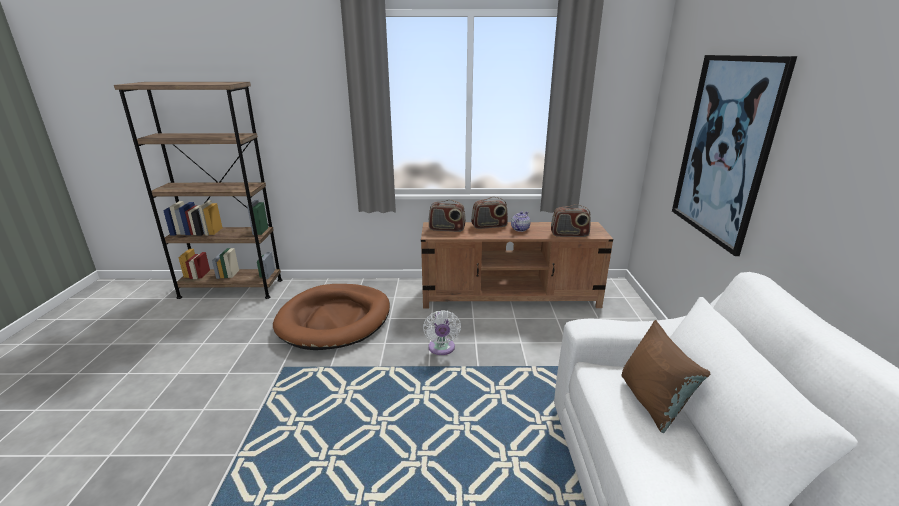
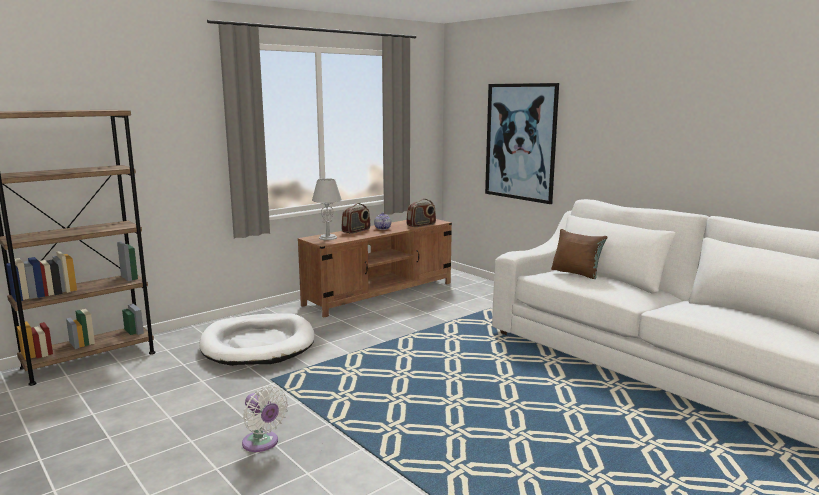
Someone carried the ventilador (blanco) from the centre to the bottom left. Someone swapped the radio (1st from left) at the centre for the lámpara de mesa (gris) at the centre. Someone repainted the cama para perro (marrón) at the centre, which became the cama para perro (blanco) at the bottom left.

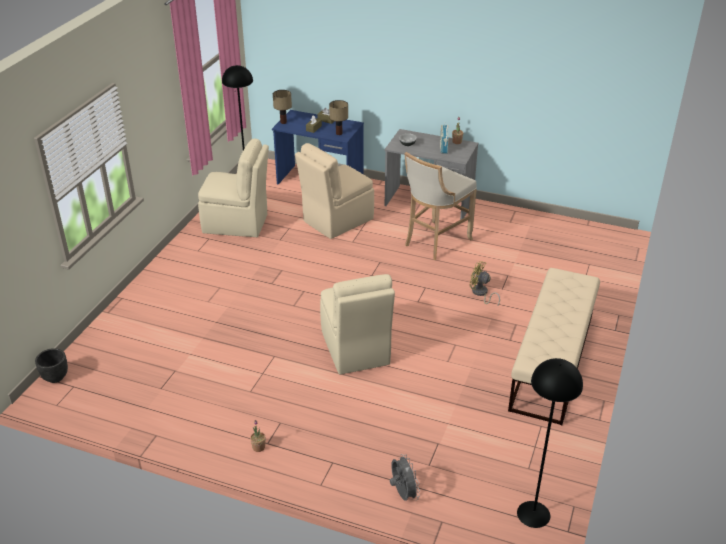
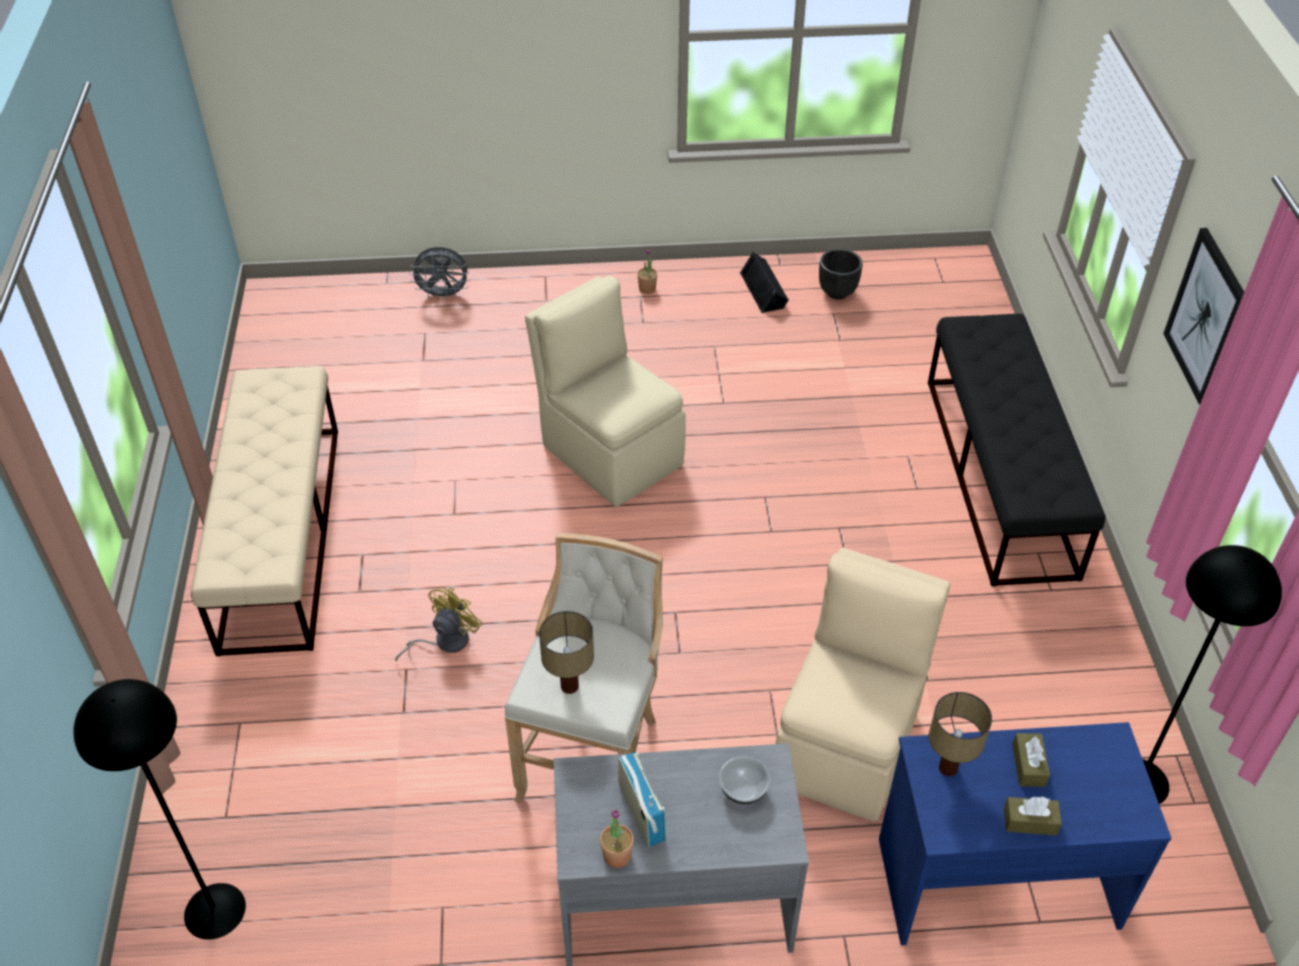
Someone took away the silla (beis) (1st from left) at the middle left. Someone put down the altavoz (negro) at the top centre. Someone put down the banco (negro) at the middle right. Someone put up the cuadro at the top right. Someone carried the maceta (negro) from the bottom left to the top centre. Someone carried the lámpara de mesa (1st from left) from the top centre to the bottom centre. Someone carried the lámpara de pie (negro) (2nd from left in the first image) from the bottom right to the bottom left. Someone rotated the ventilador (gris) at the bottom centre by 45 degrees counterclockwise. Someone rotated the ventilador (amarillo) at the middle right by 60 degrees counterclockwise.

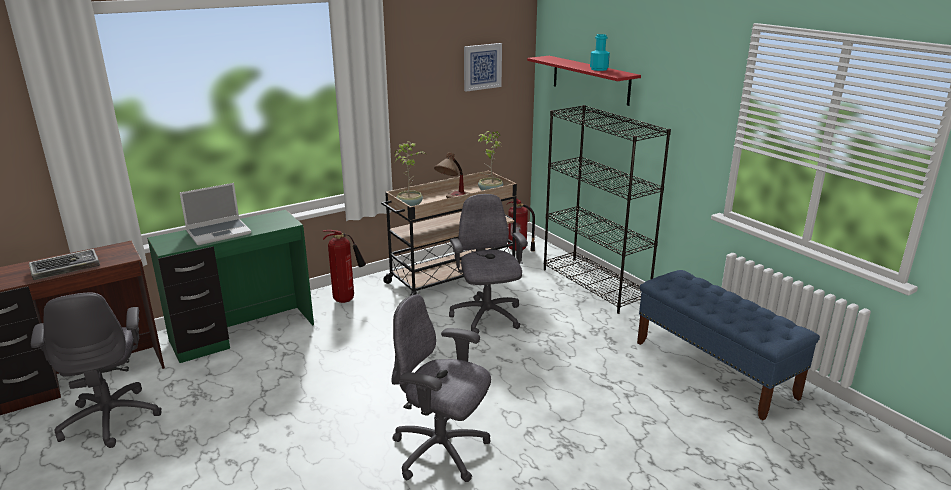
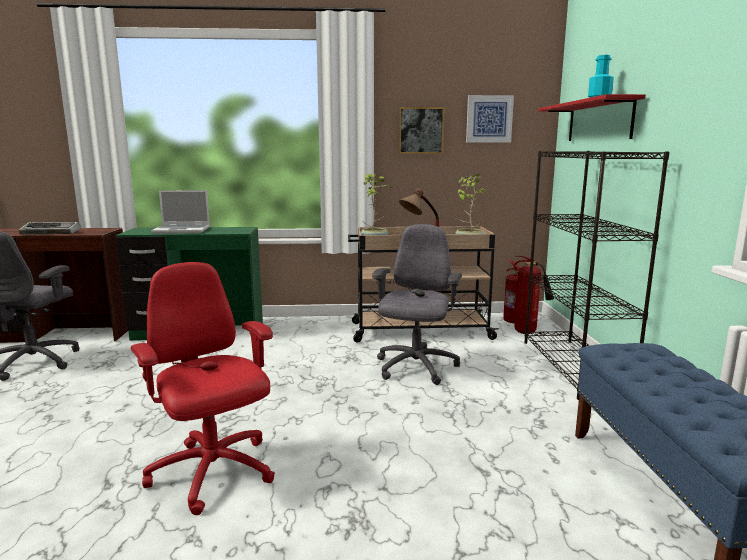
Someone put up the cuadro (1st from left) at the top centre. Someone carried the extintor (1st from left in the first image) from the centre to the middle right. Someone repainted the silla de oficina (gris) (2nd from left) at the bottom centre, which became the silla de oficina (rojo) at the bottom left.

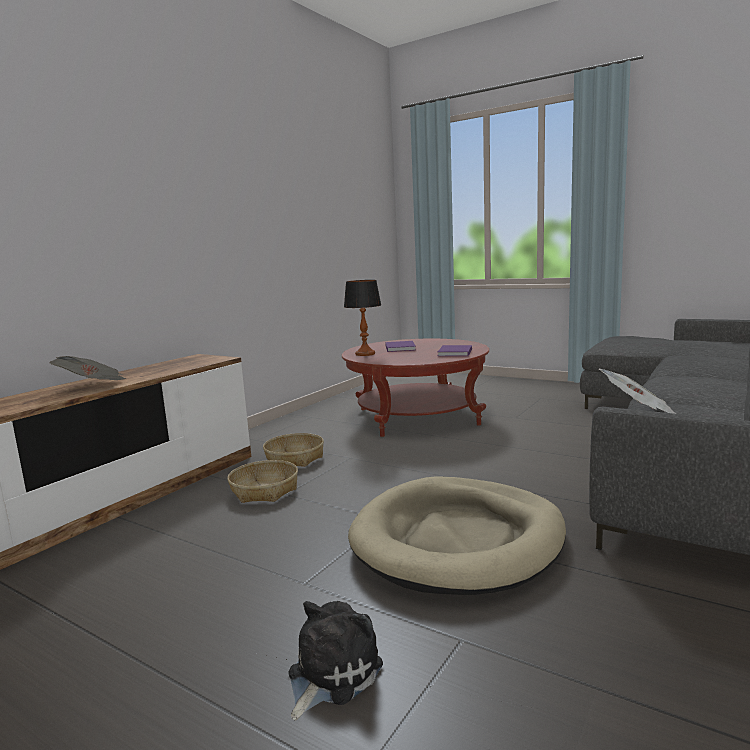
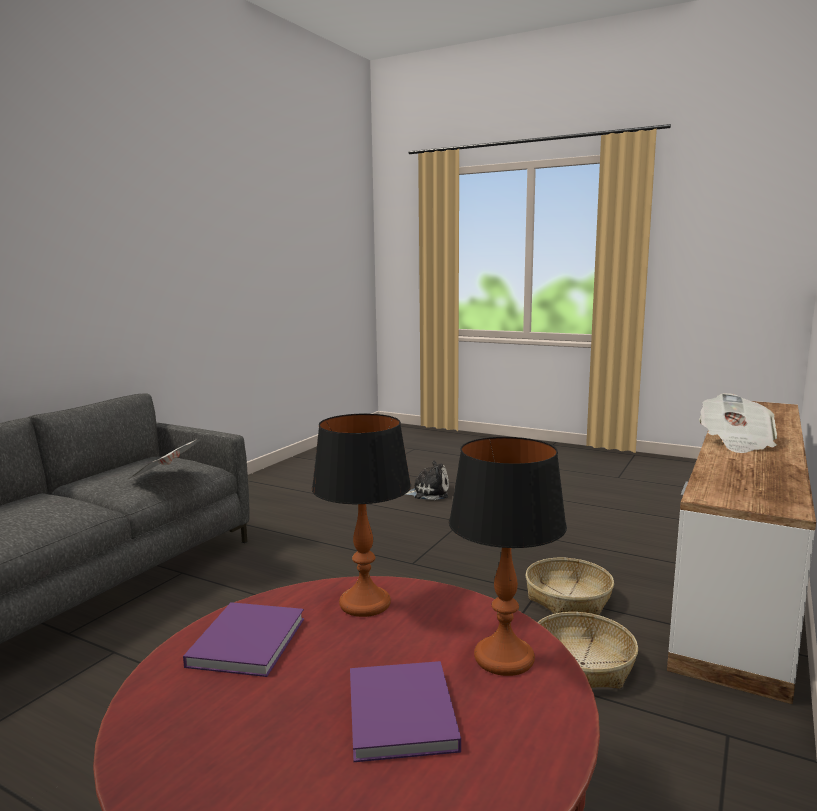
Someone took away the cama para perro (beis) at the bottom centre. Someone put down the lámpara de mesa (1st from left) at the centre. Someone rotated the peluche at the bottom centre by 120 degrees counterclockwise.

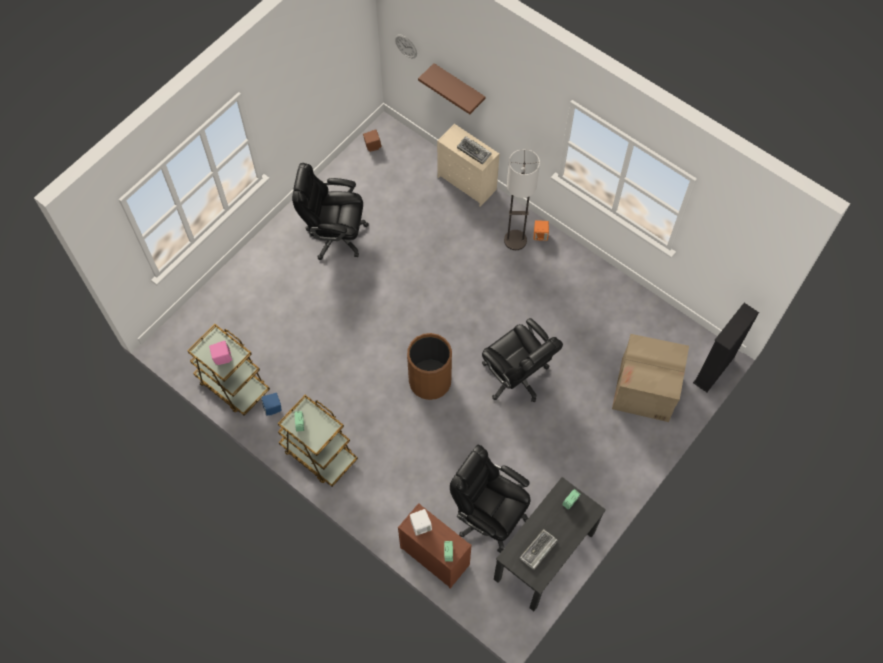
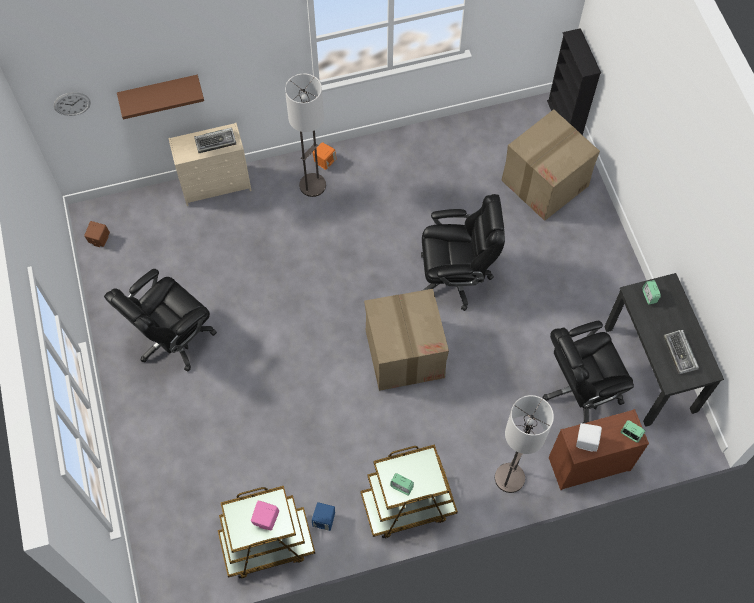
Someone put down the lámpara de pie (2nd from left) at the bottom right. Someone swapped the papelera (marrón) at the centre for the caja de cartón (1st from left) at the centre.

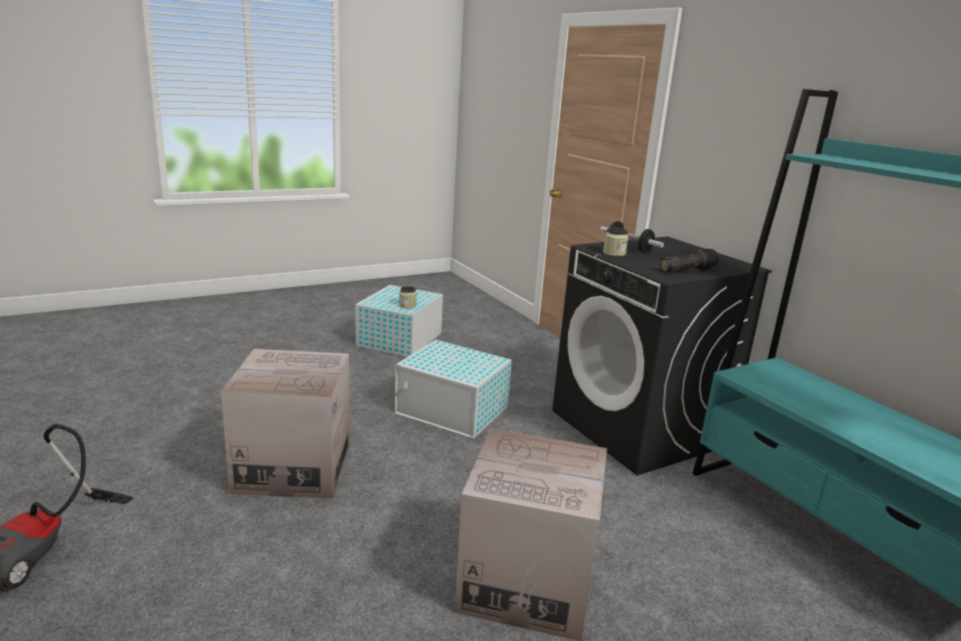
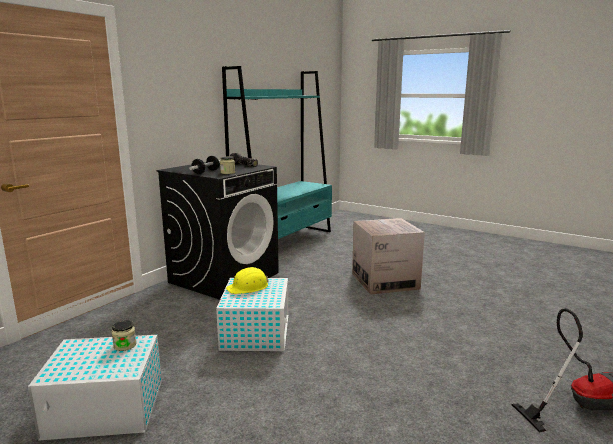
Someone took away the caja de cartón (1st from left) at the middle left. Someone put down the casco (amarillo) at the centre.

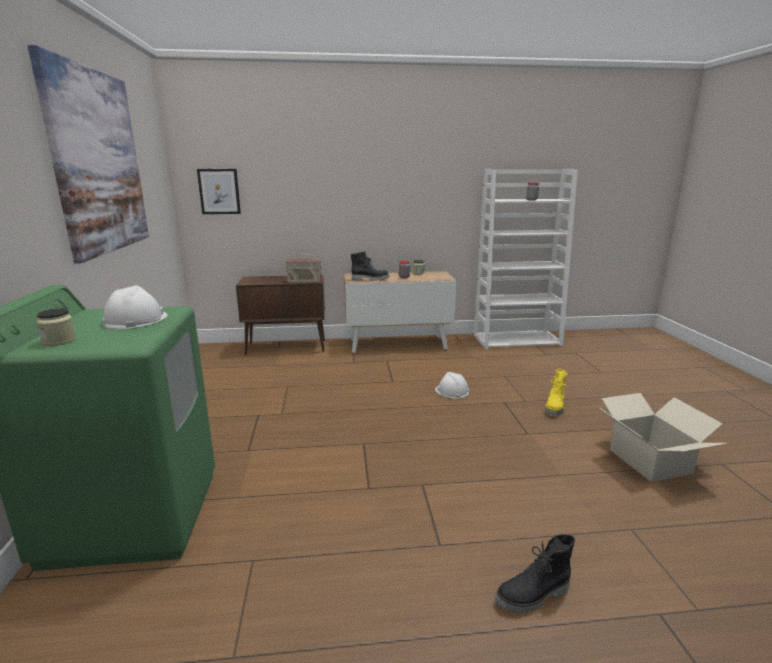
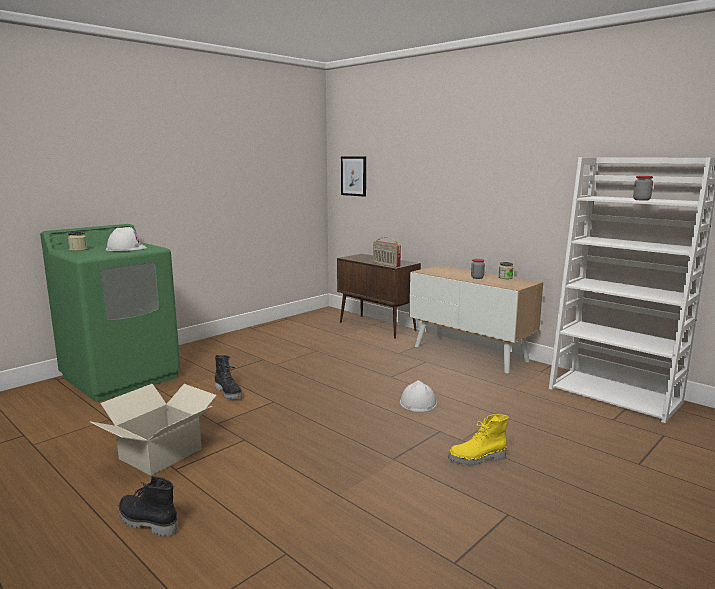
Someone took away the cuadro (1st from left) at the top left. Someone carried the bota (negro) (1st from left in the first image) from the centre to the middle left. Someone carried the caja de cartón from the middle right to the bottom left.

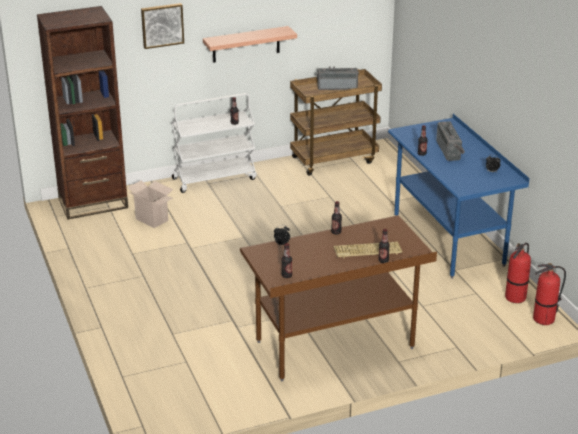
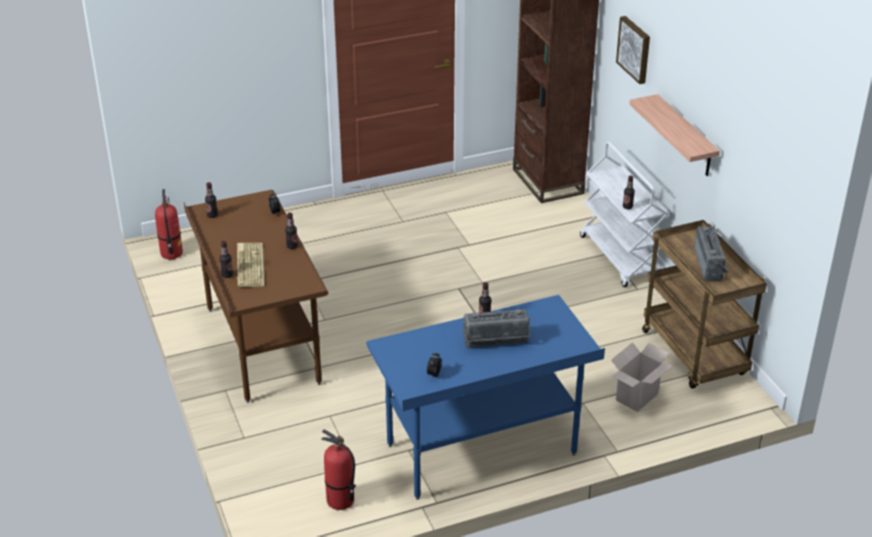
Someone carried the caja de cartón from the middle left to the bottom right. Someone carried the extintor (2nd from left in the first image) from the bottom right to the middle left.

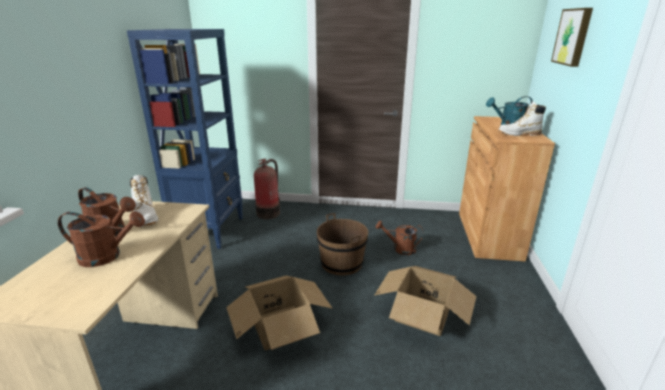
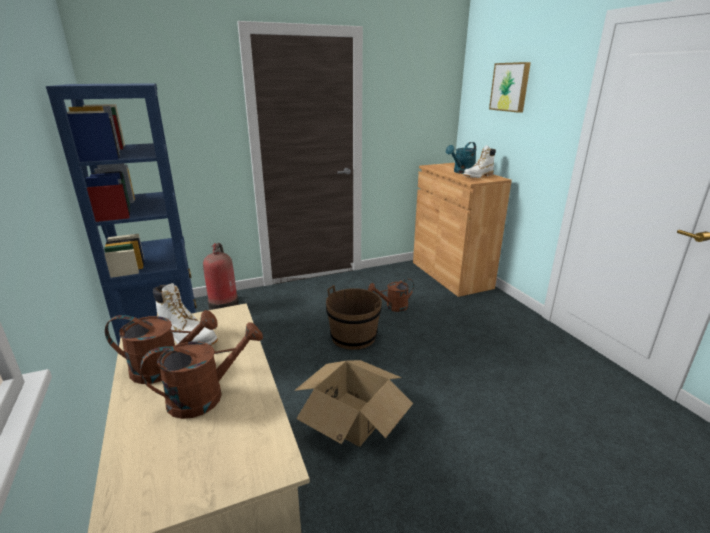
Someone took away the caja de cartón (2nd from left) at the bottom centre.

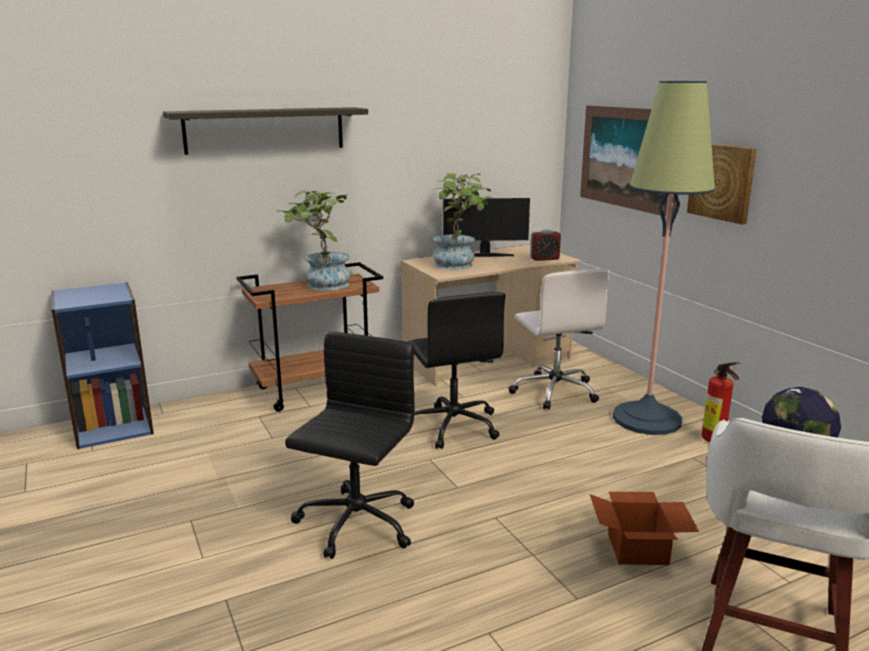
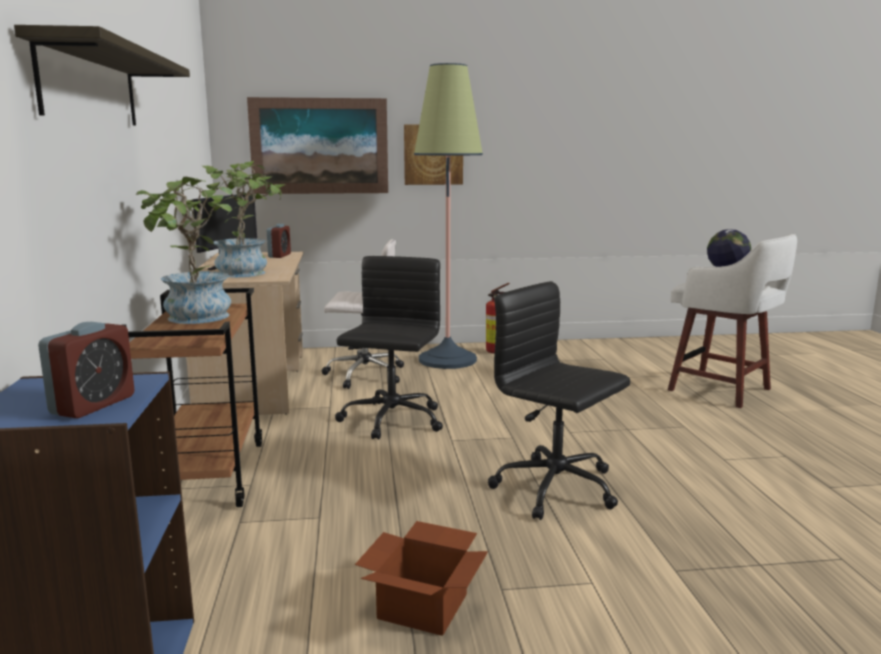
Someone put down the despertador (1st from left) at the middle left. Someone carried the caja de cartón from the bottom right to the bottom centre. Someone rotated the silla de oficina (negro) (2nd from left in the first image) at the centre by 75 degrees counterclockwise.

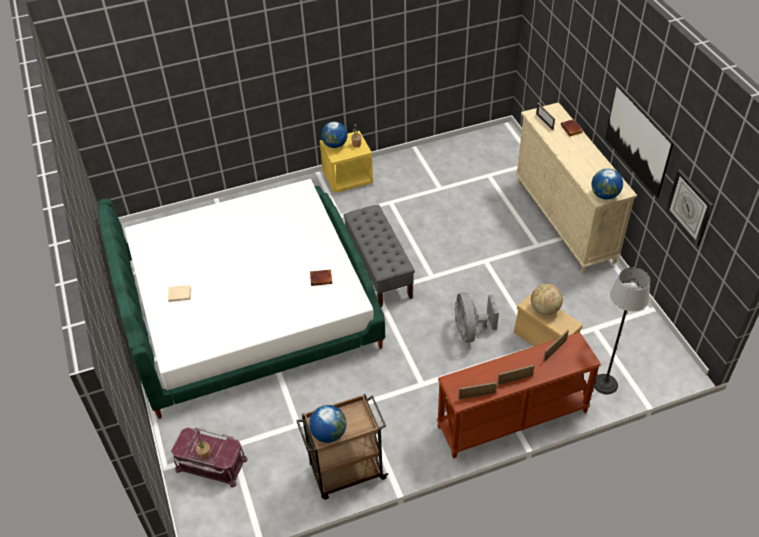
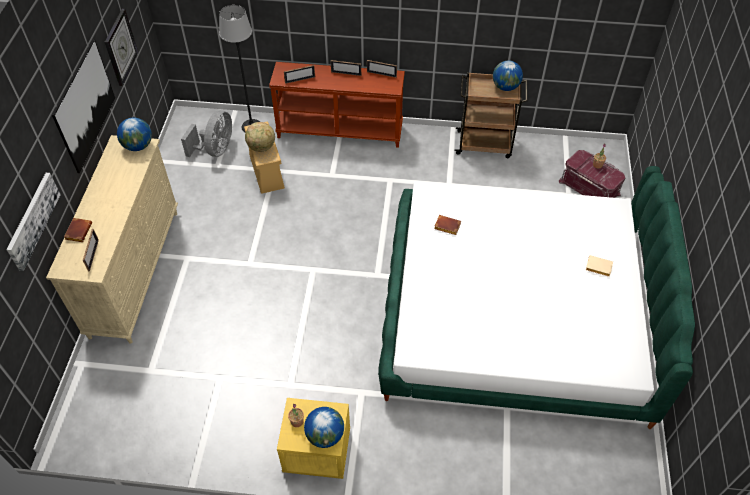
Someone took away the banco (gris) at the centre. Someone put up the cuadro (1st from left) at the middle left. Someone carried the ventilador (gris) from the centre to the top left.

